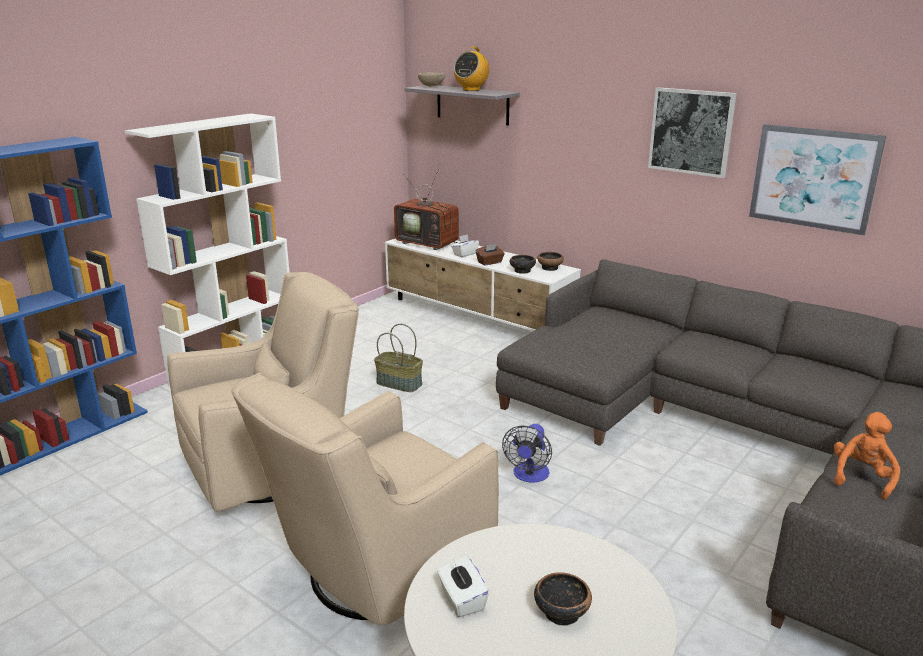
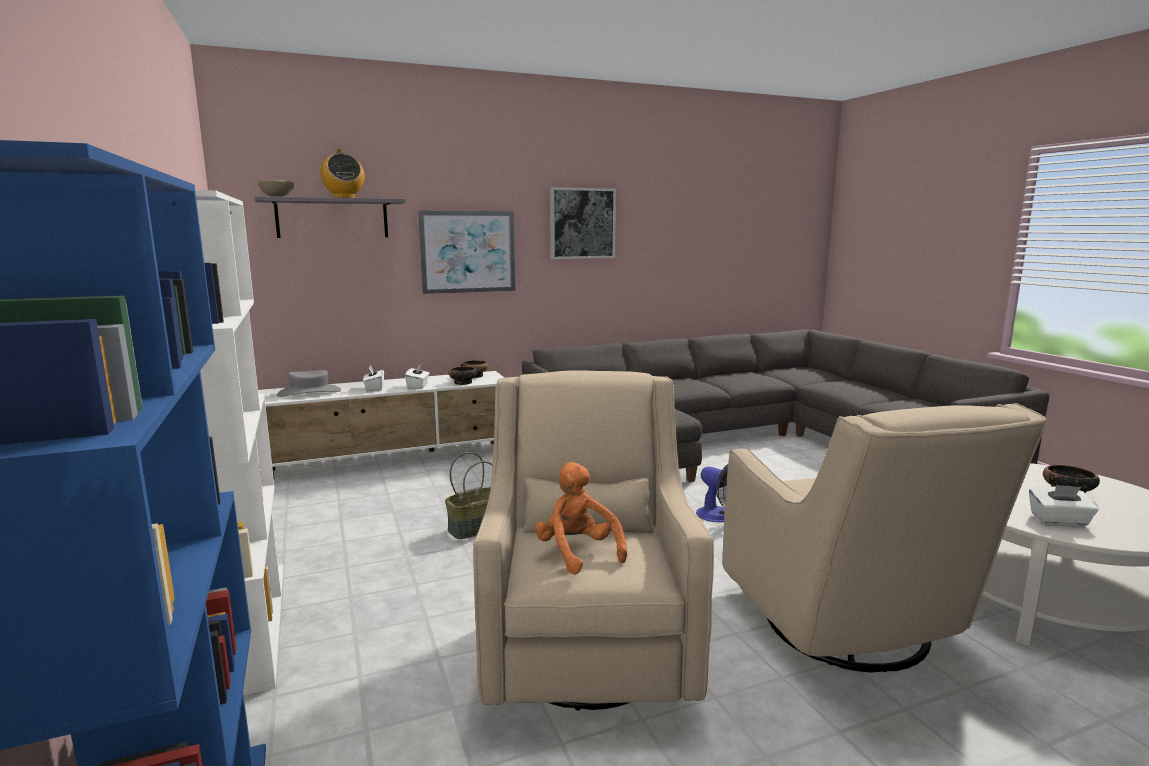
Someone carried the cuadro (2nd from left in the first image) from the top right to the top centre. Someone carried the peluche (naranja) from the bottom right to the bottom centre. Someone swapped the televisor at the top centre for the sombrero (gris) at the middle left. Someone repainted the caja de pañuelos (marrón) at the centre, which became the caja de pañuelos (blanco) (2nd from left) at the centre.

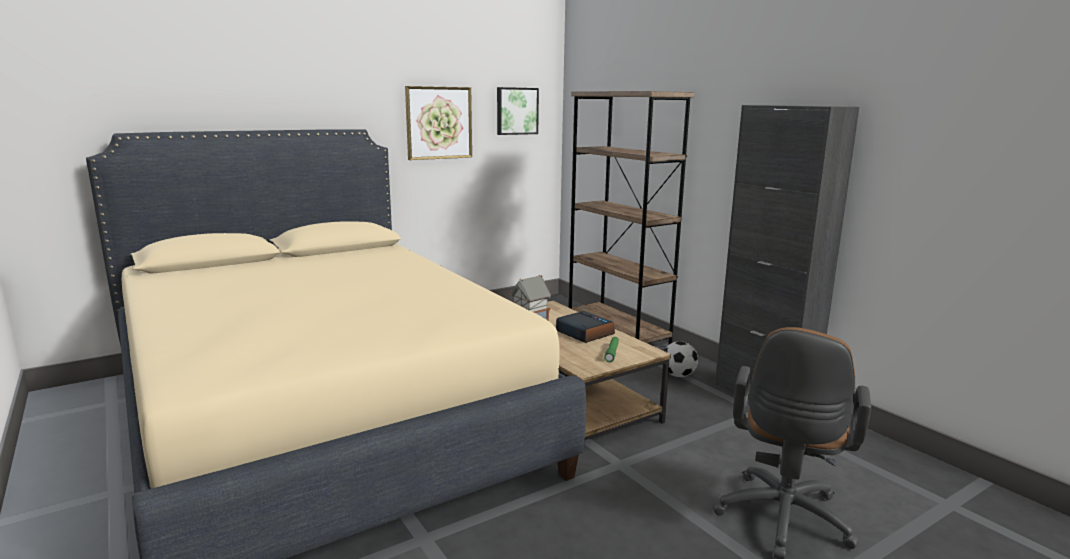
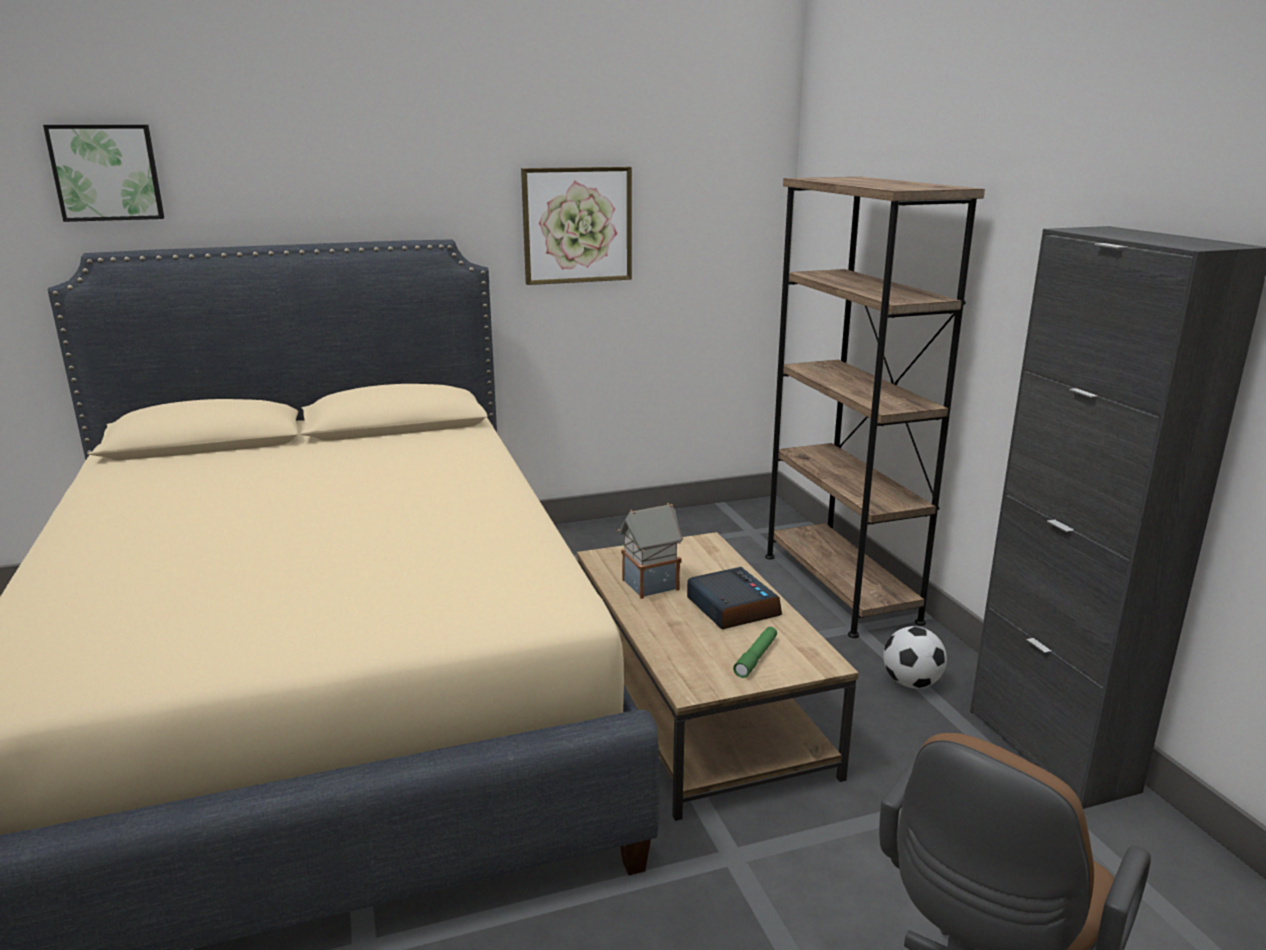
Someone carried the cuadro (2nd from left in the first image) from the top centre to the top left.

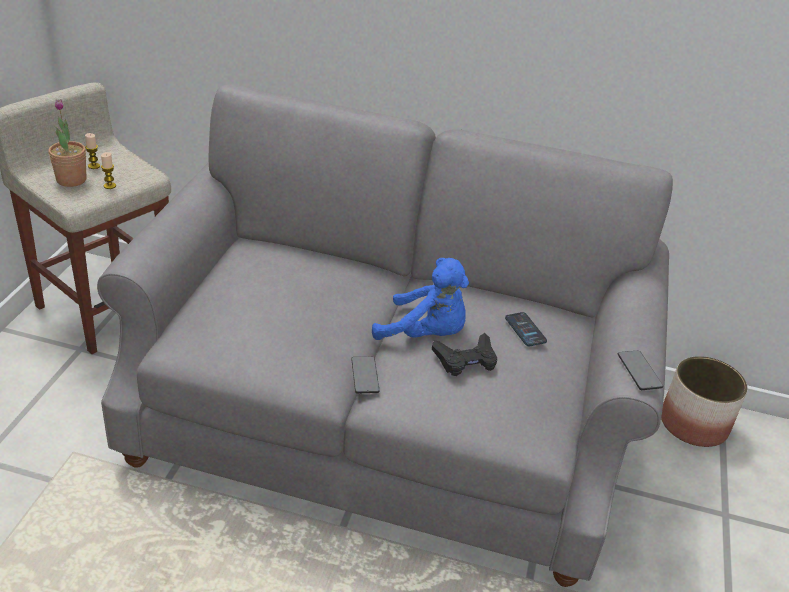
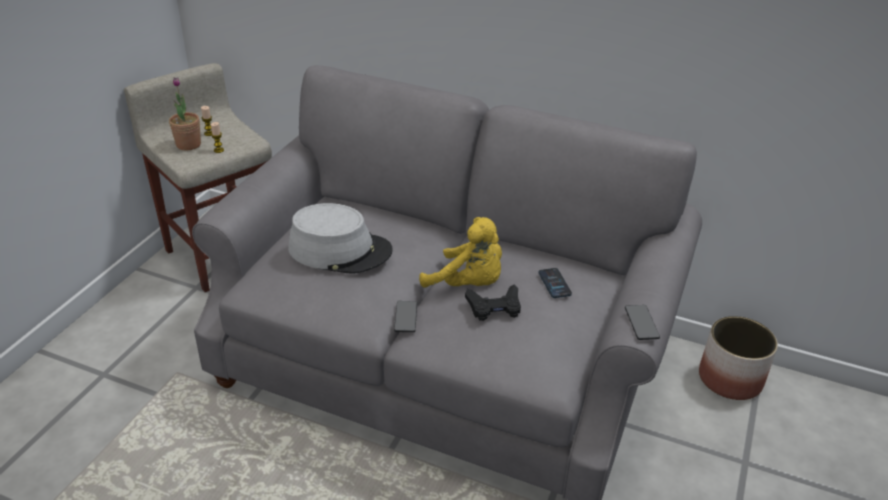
Someone put down the sombrero (gris) at the centre. Someone repainted the peluche (azul) at the centre, which became the peluche (amarillo) at the centre.

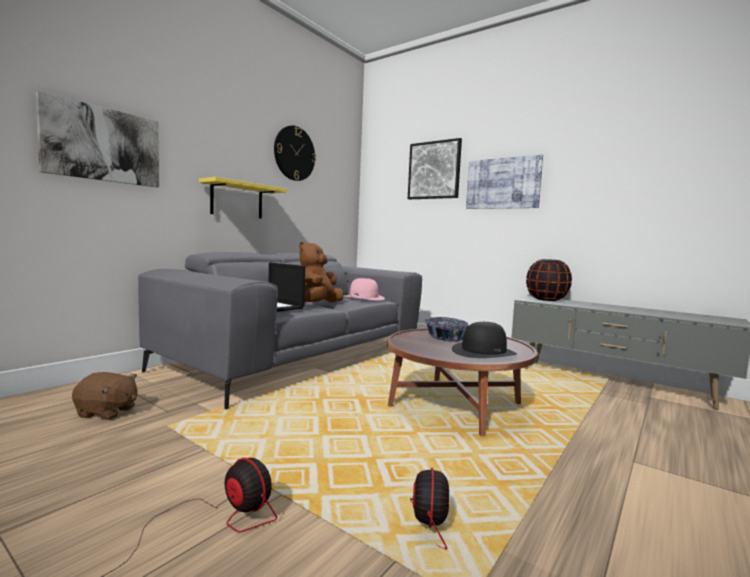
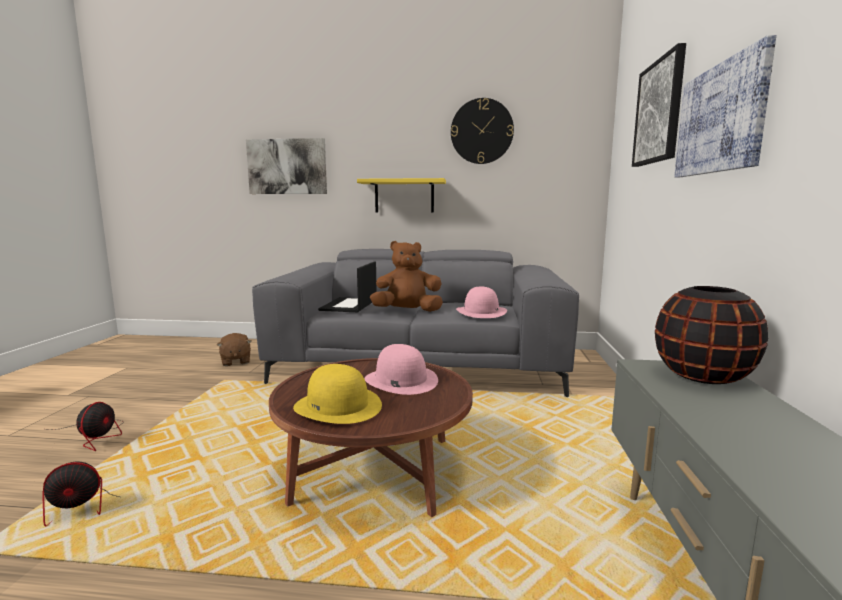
Someone swapped the cuenco at the centre for the sombrero (rosa) (1st from left) at the centre. Someone repainted the sombrero (negro) at the centre, which became the sombrero (amarillo) at the centre.

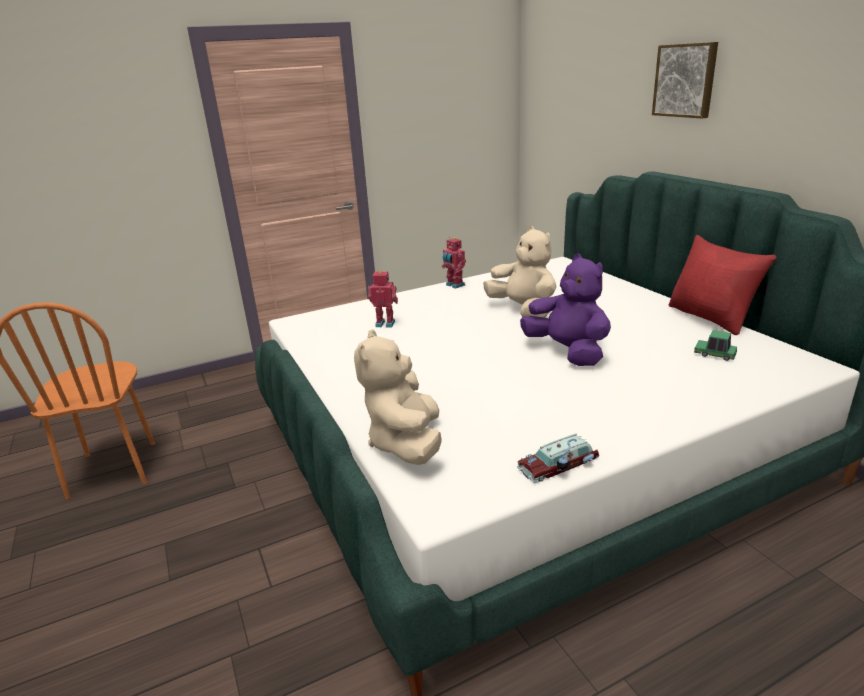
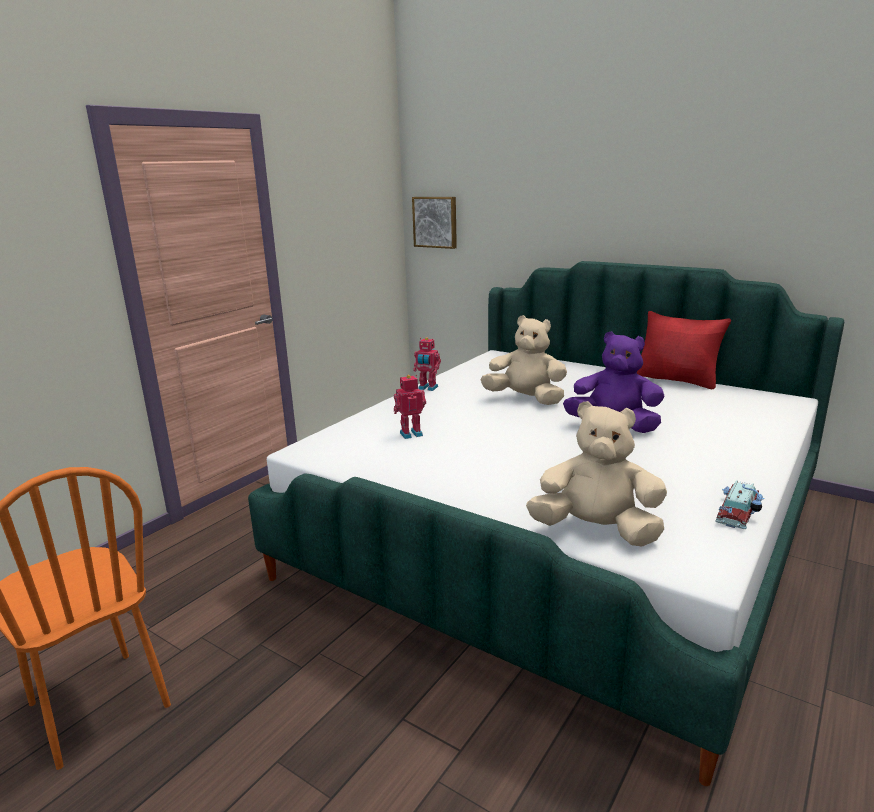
Someone took away the coche de juguete (2nd from left) at the middle right. Someone carried the cuadro from the top right to the top centre. Someone rotated the peluche (beis) (1st from left in the first image) at the centre by 135 degrees clockwise.

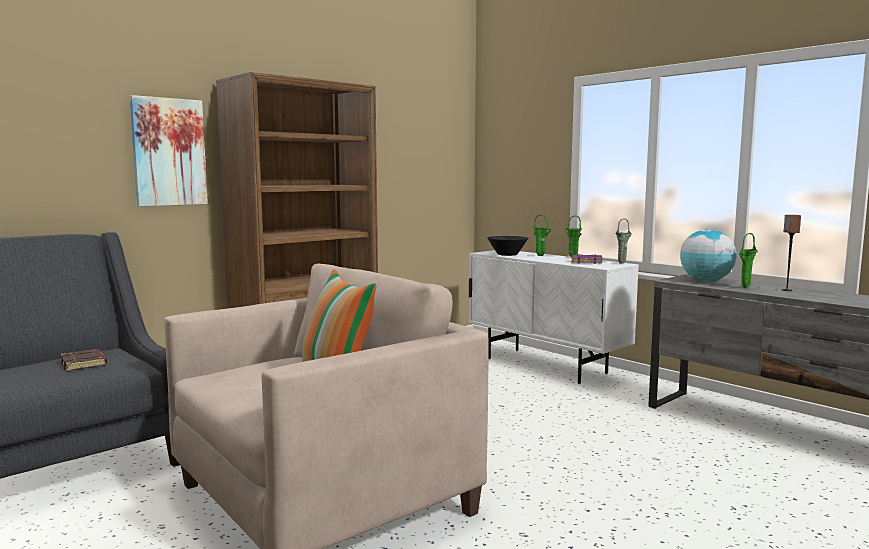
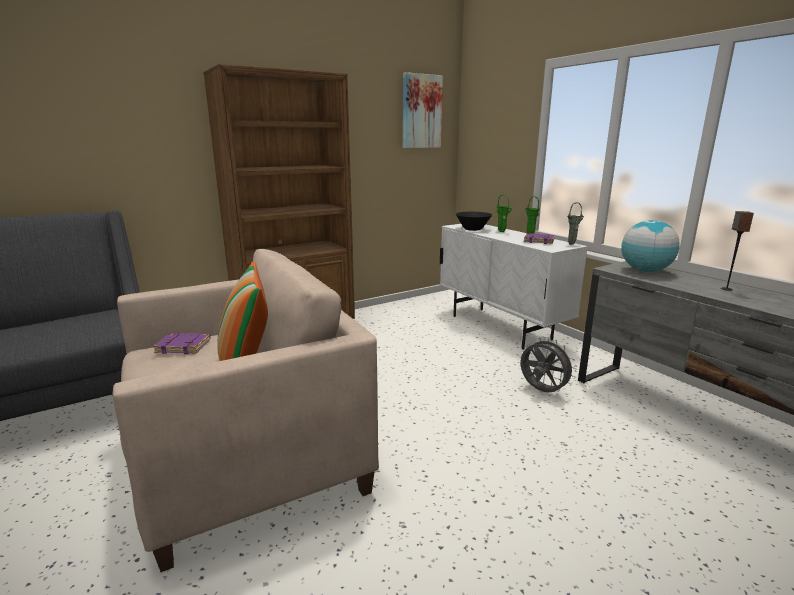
Someone took away the libro (marrón) at the middle left. Someone took away the florero (verde) (4th from left) at the middle right. Someone put down the libro (morado) (1st from left) at the middle left. Someone put down the ventilador (gris) at the middle right. Someone carried the cuadro from the top left to the top centre.

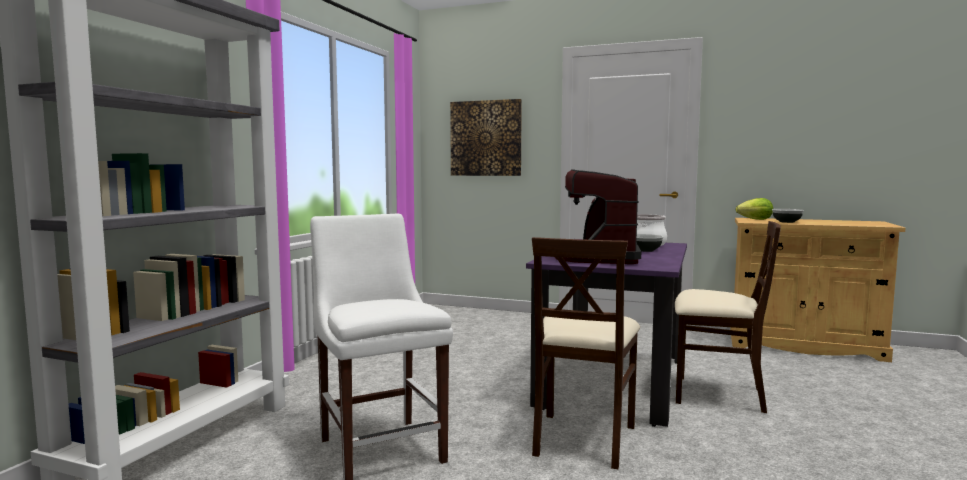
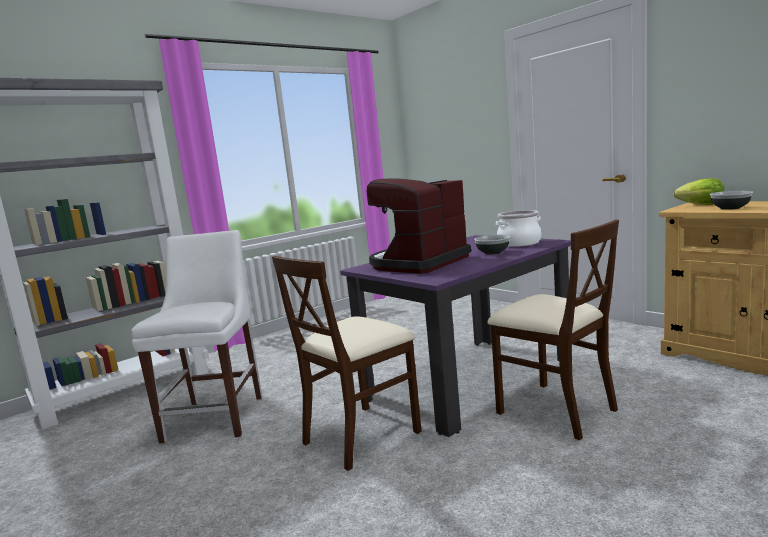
Someone took away the cuadro at the top centre.

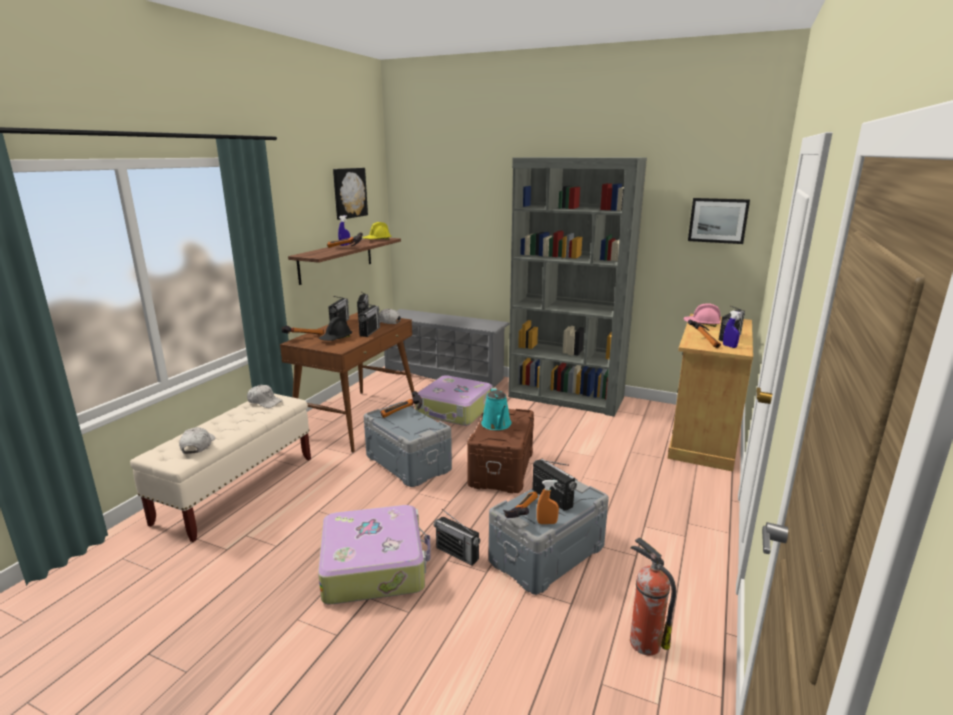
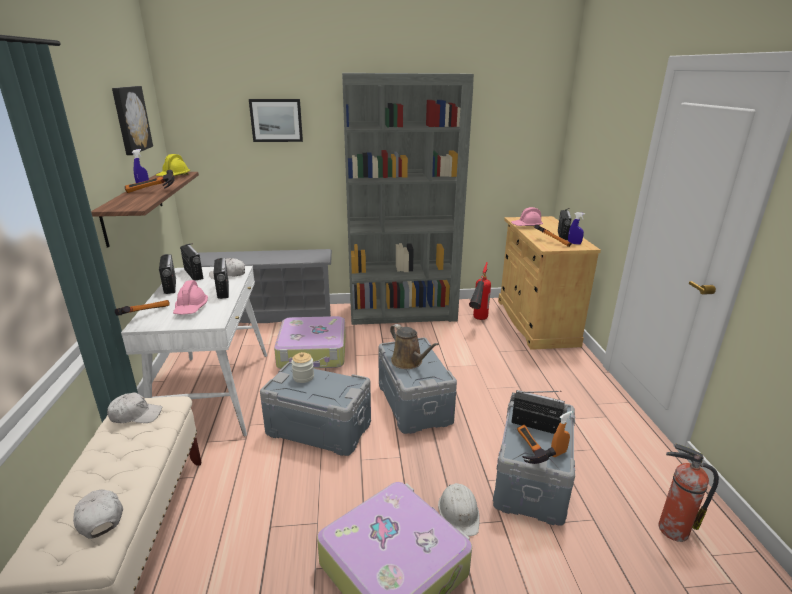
Someone put down the extintor (1st from left) at the centre. Someone carried the cuadro (2nd from left) from the top right to the top centre. Someone swapped the martillo (3rd from left) at the centre for the tarro at the centre. Someone swapped the radio (4th from left) at the bottom centre for the casco (blanco) at the bottom centre. Someone repainted the escritorio (marrón) at the centre, which became the escritorio (blanco) at the middle left. Someone repainted the casco (negro) at the centre, which became the casco (rosa) (1st from left) at the middle left. Someone repainted the caja de almacenaje (marrón) at the centre, which became the caja de almacenaje (gris) (2nd from left) at the centre. Someone repainted the regadera (turquesa) at the centre, which became the regadera (marrón) at the centre.

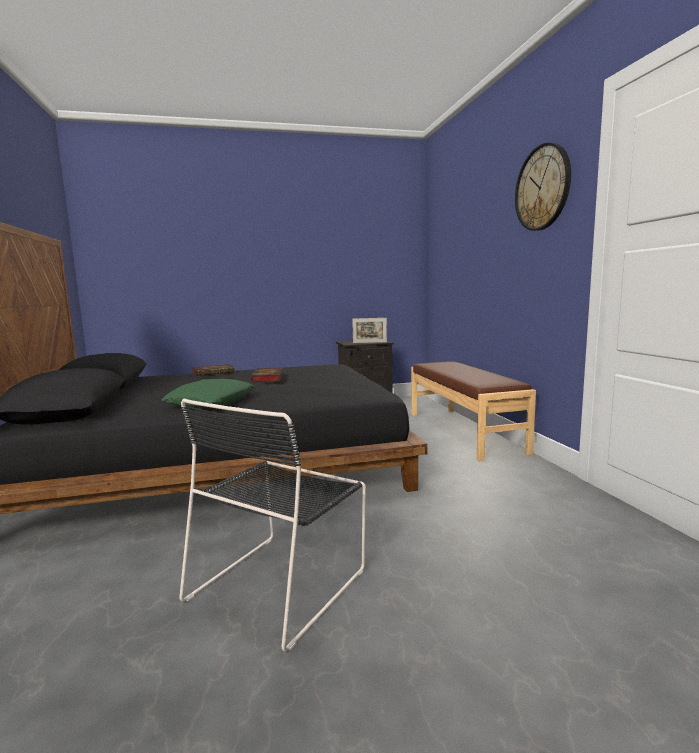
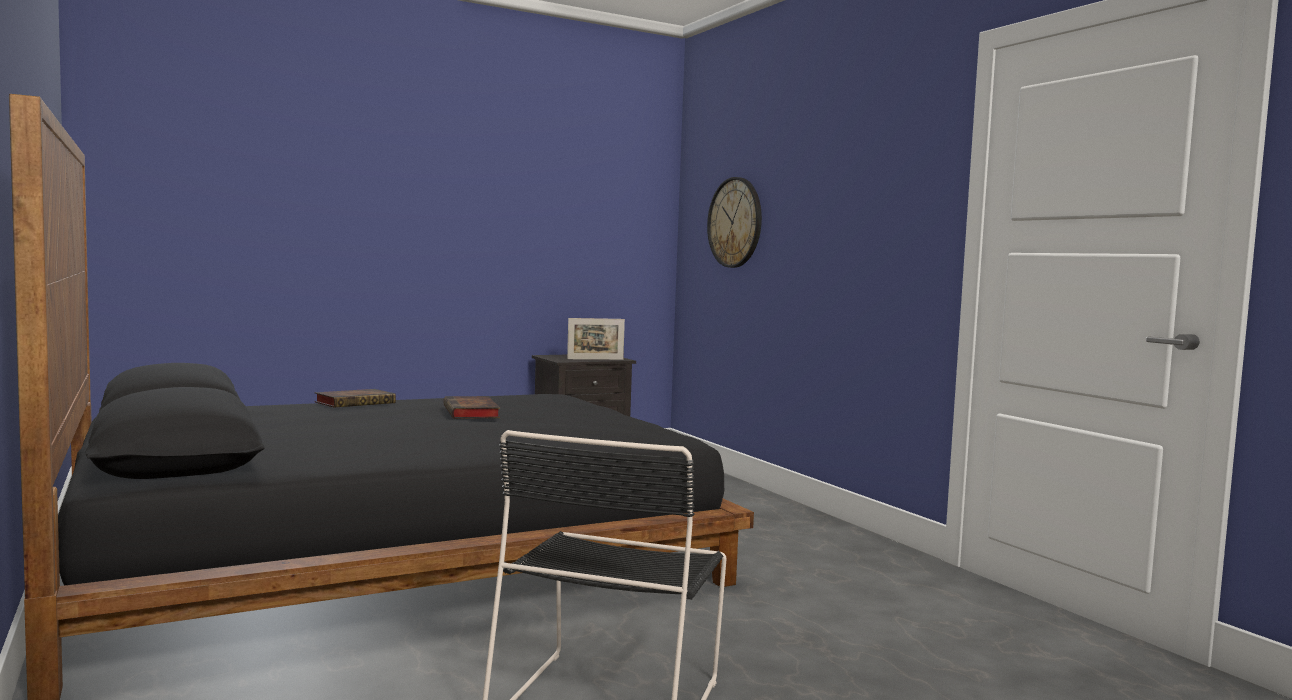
Someone took away the cojín (verde) at the middle left. Someone took away the banco (marrón) at the middle right. Someone carried the reloj de pared from the top right to the top centre.

